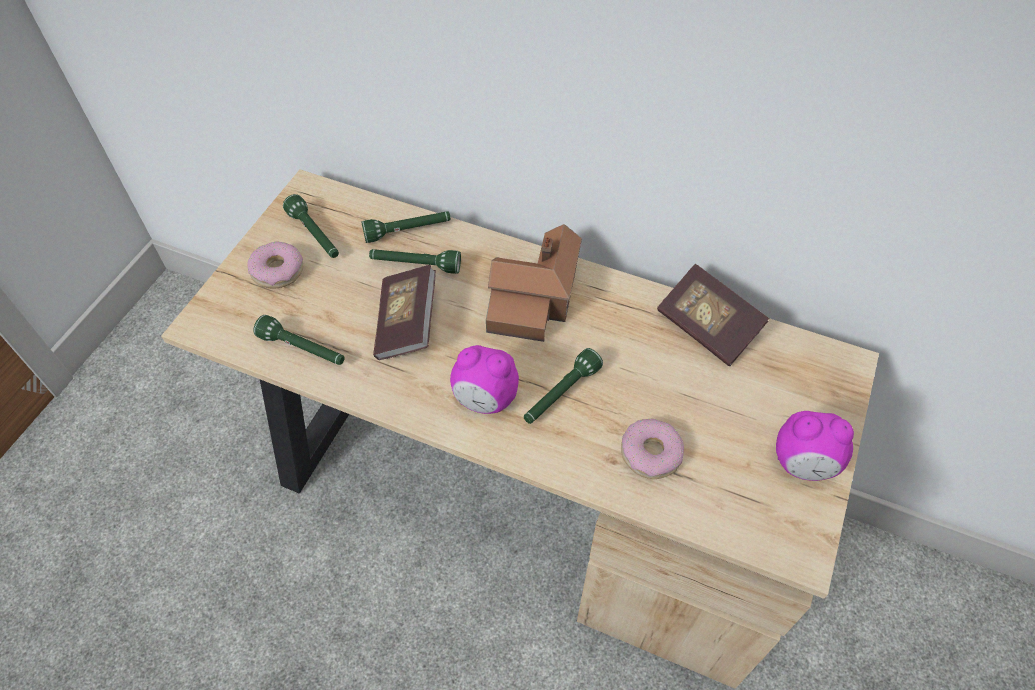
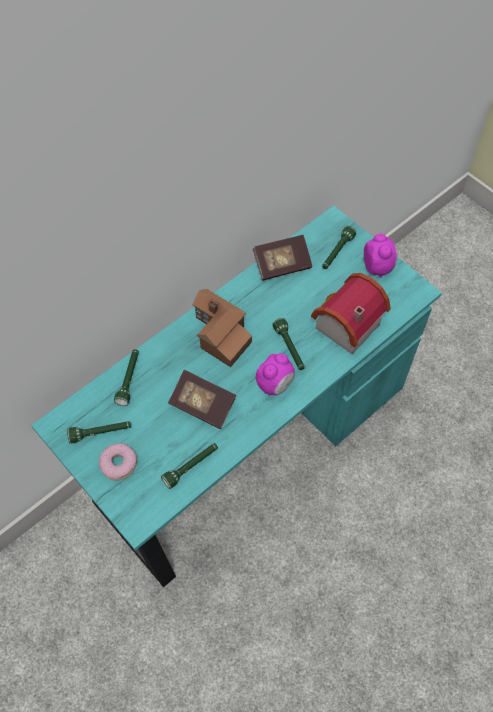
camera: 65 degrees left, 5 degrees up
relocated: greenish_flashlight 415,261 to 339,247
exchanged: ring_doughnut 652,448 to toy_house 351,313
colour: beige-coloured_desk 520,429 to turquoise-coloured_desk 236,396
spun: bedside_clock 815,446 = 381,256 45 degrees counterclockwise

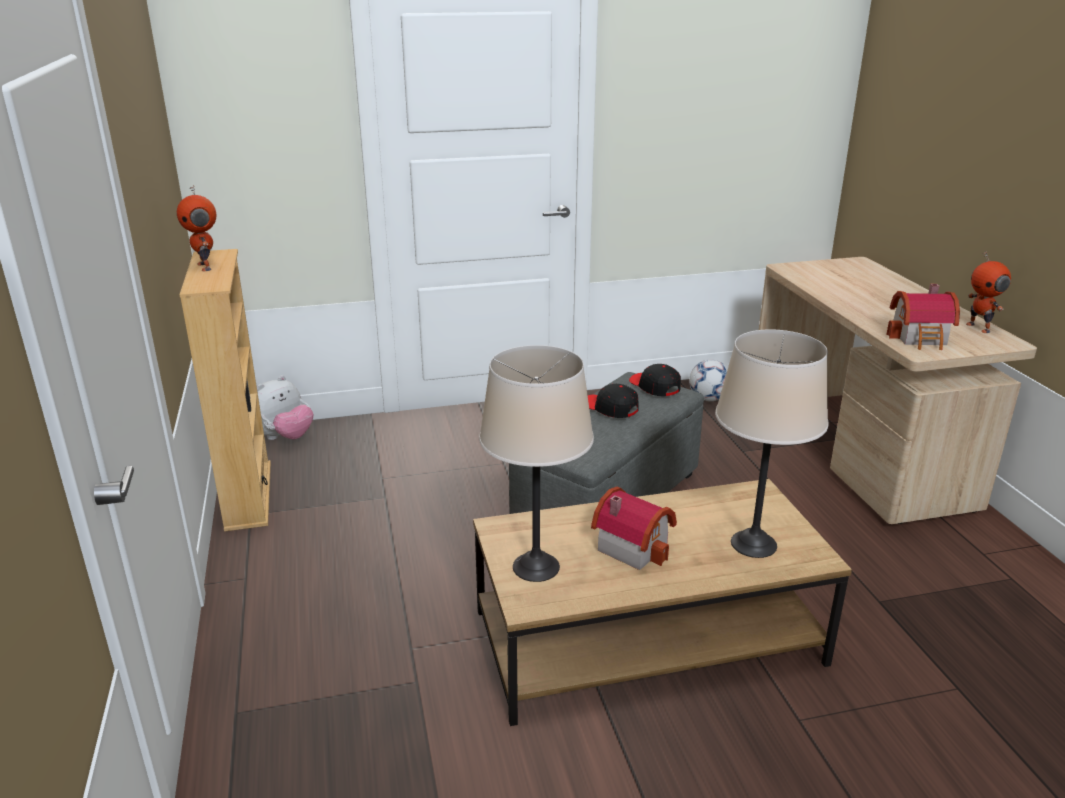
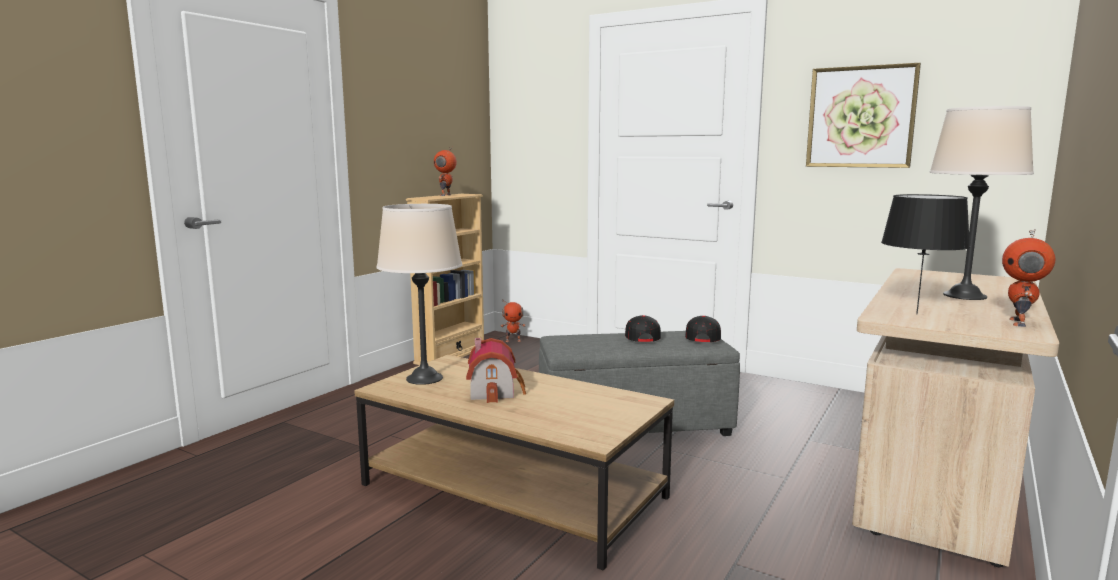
camera: 45 degrees right, 15 degrees down
missing: ball_for_football 708,380
appeared: wall_art 863,115
relocated: beige-coloured_table_lamp 771,443 to 981,203
exchanged: plush_toy 285,407 to toy_robot 513,320; toy_house 923,317 to blackish_table_lamp 925,254

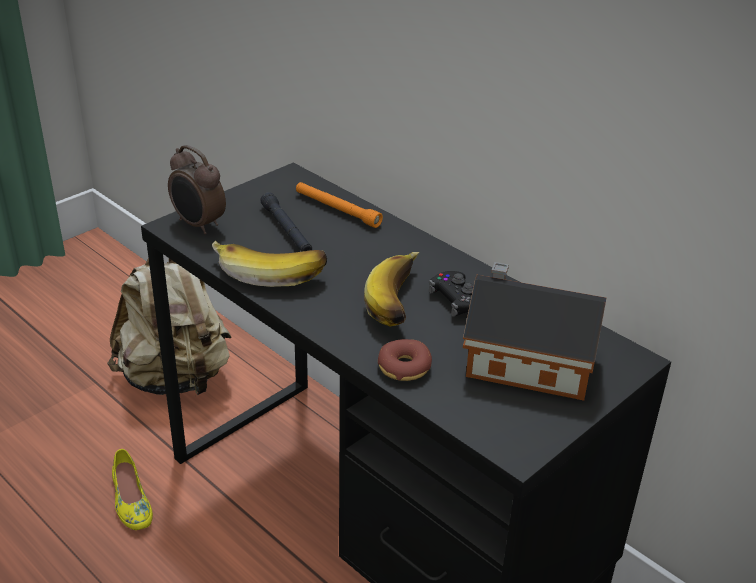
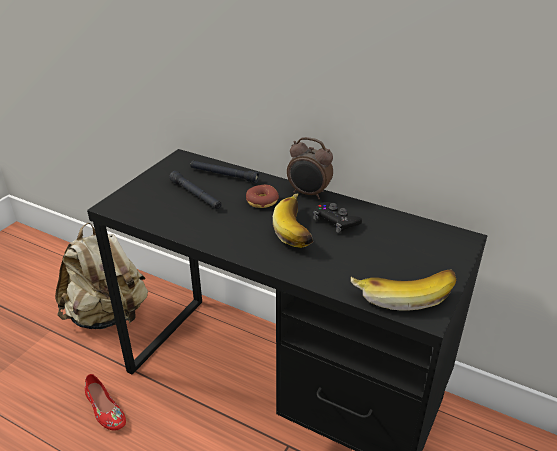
camera: 15 degrees left, 0 degrees up
missing: toy_house 534,331
relocated: bedside_clock 197,189 to 310,168; banana 269,263 to 403,290; ring_doughnut 405,360 to 262,196
colour: yellow_shoe 132,489 to red_shoe 105,402; orange_flashlight 339,205 to blackish_flashlight 224,172

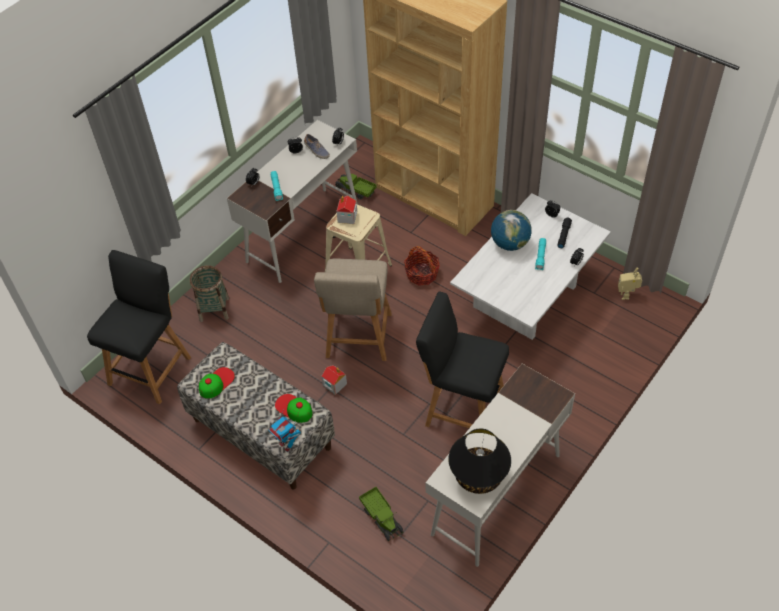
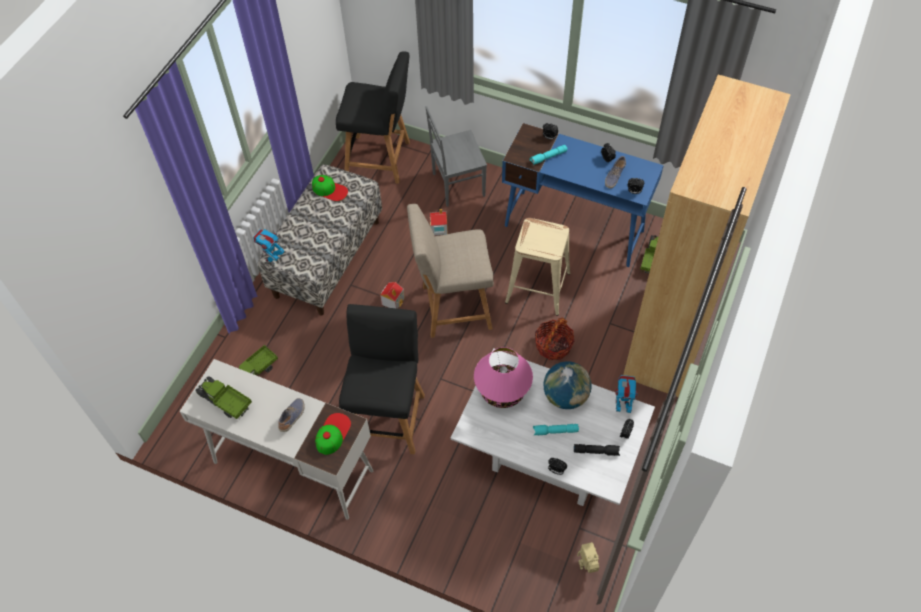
camera: 75 degrees right, 5 degrees up
appeared: shoe 291,415; pink-coloured_table_lamp 503,377; toy_robot 626,394
relocated: baseball_cap 294,408 to 333,434; toy_house 347,209 to 439,222
exchanged: basket 209,293 to grey_upright_chair 456,156; blackish_table_lamp 479,461 to toy_lorry 223,398
colour: whitish_desk 292,201 to blue-coloured_desk 583,195

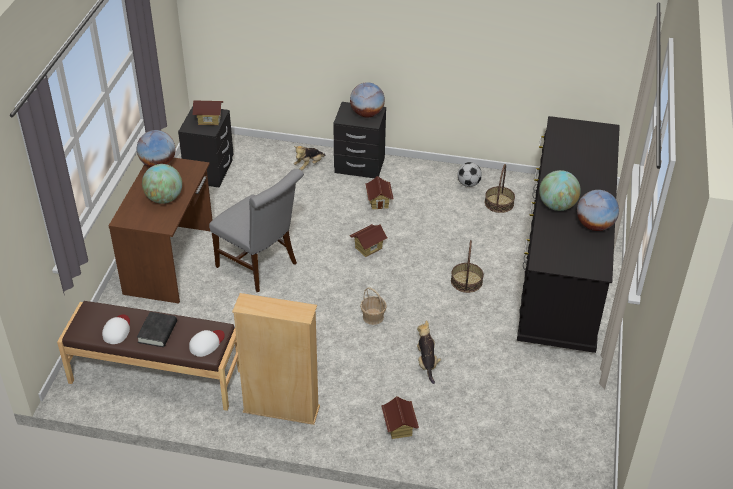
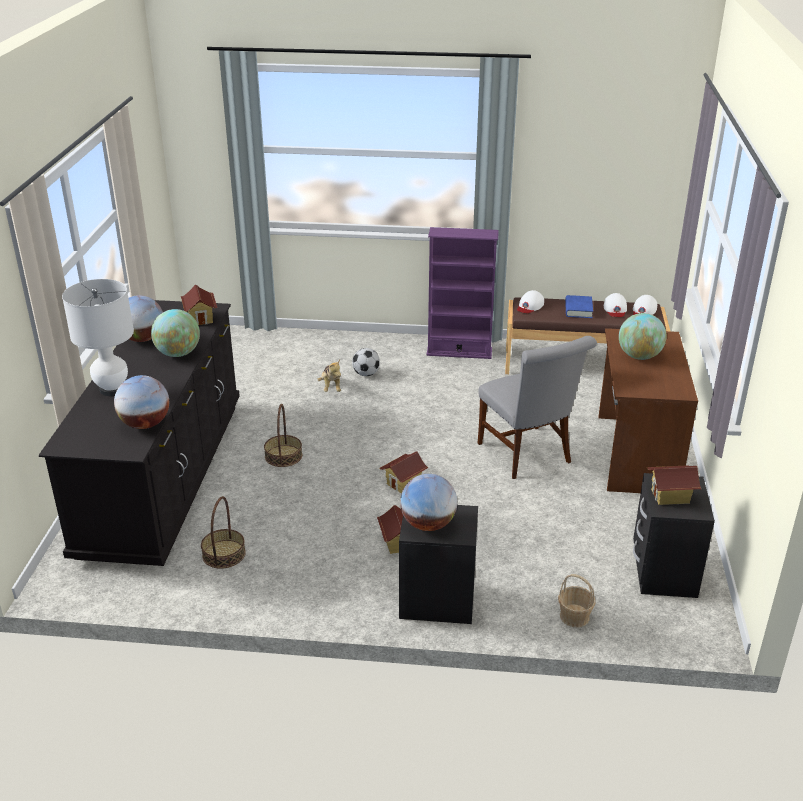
camera: 175 degrees right, 10 degrees down
missing: plush_toy 310,158
appeared: whitish_table_lamp 98,337; whitish_baseball_cap 645,305
relocated: globe 156,148 to 141,402; basket 373,306 to 577,600; toy_house 400,417 to 199,305; ball_for_football 470,174 to 366,362
colour: blackish_bound_book 157,329 to blue-coloured_bound_book 579,306; beige-coloured_bookcase 276,359 to purple_bookcase 463,293
spun: grey_upright_chair 256,230 = 537,407 150 degrees counterclockwise

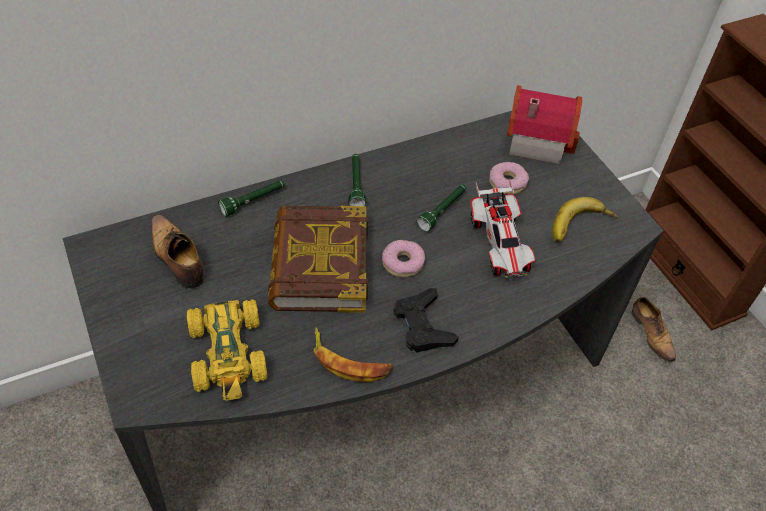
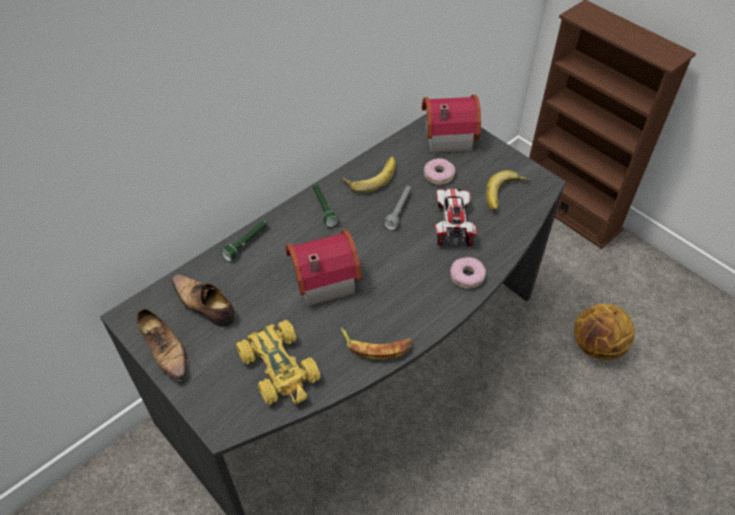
camera: 15 degrees left, 0 degrees up
missing: blackish_gamepad 425,320
appeared: banana 369,174; basketball_ball 604,332
relocated: ring_doughnut 403,258 to 468,273; shoe 654,329 to 161,345
exchanged: bound_book 318,259 to toy_house 324,268
colour: greenish_flashlight 441,208 to grey_flashlight 397,208
spun: miniature_car 503,228 = 456,217 150 degrees counterclockwise

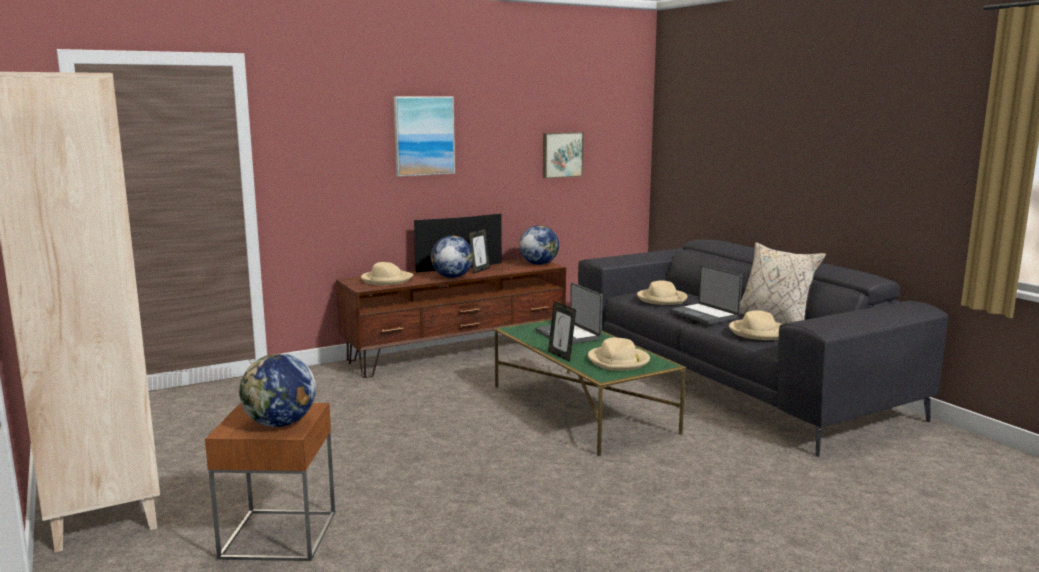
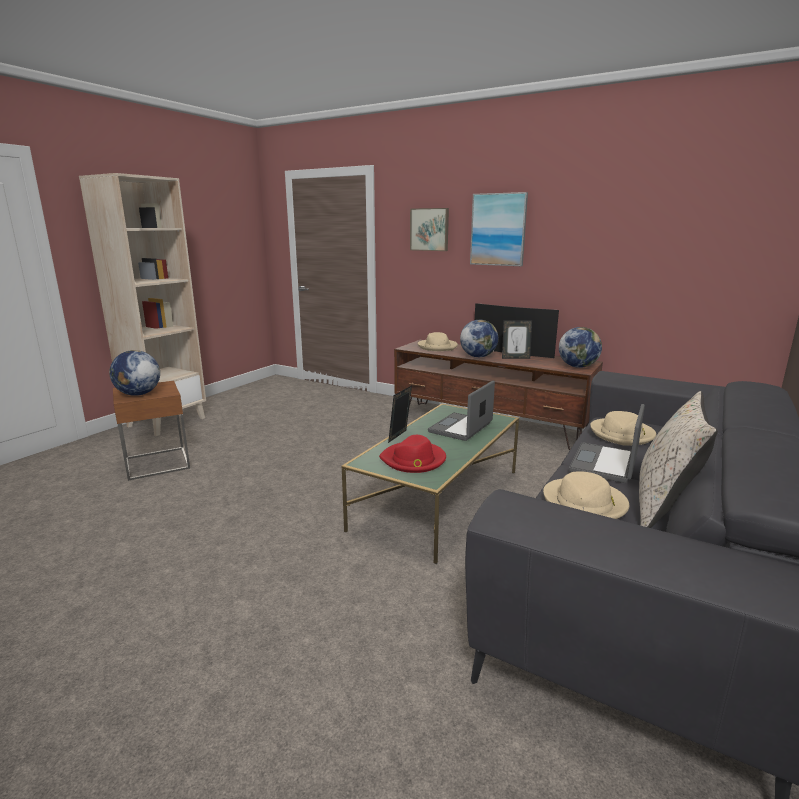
camera: 60 degrees right, 5 degrees up
relocated: wall_art 563,155 to 429,229
colour: beige-coloured_clothing_hat 619,354 to red_clothing_hat 412,454

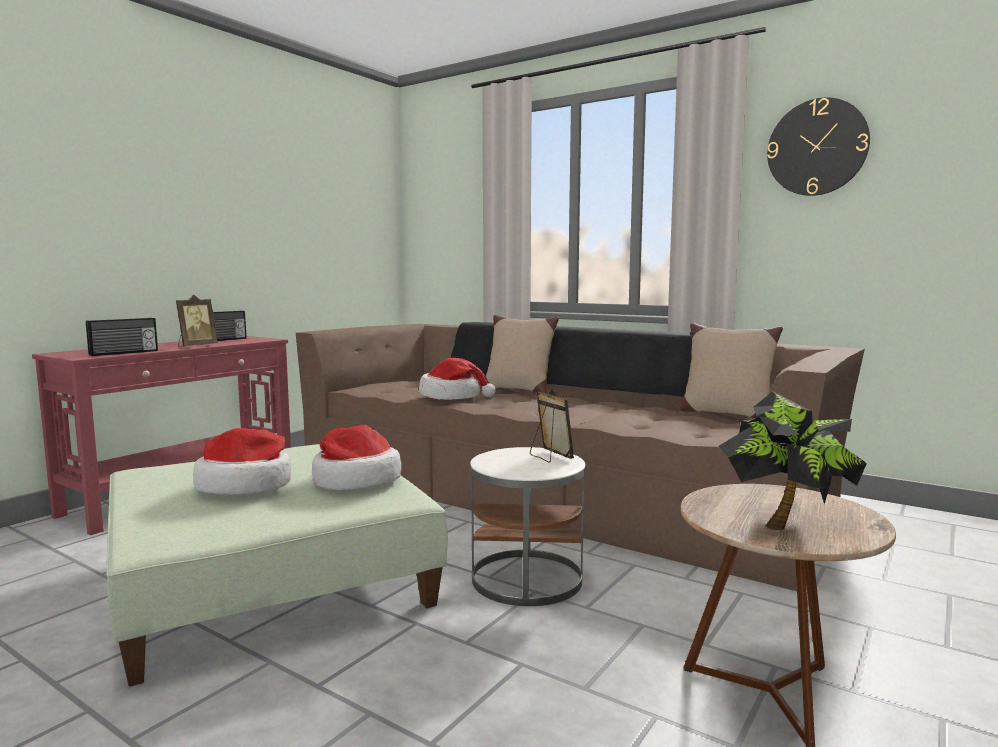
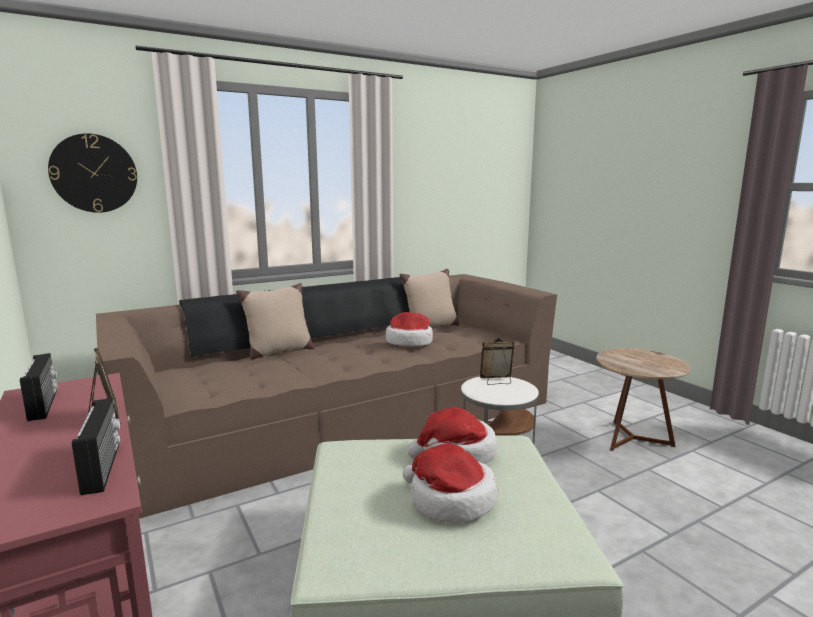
camera: 65 degrees left, 5 degrees up
missing: potted_plant 792,460
relocated: clothing_hat 457,379 to 409,329; hanging_clock 818,147 to 92,173

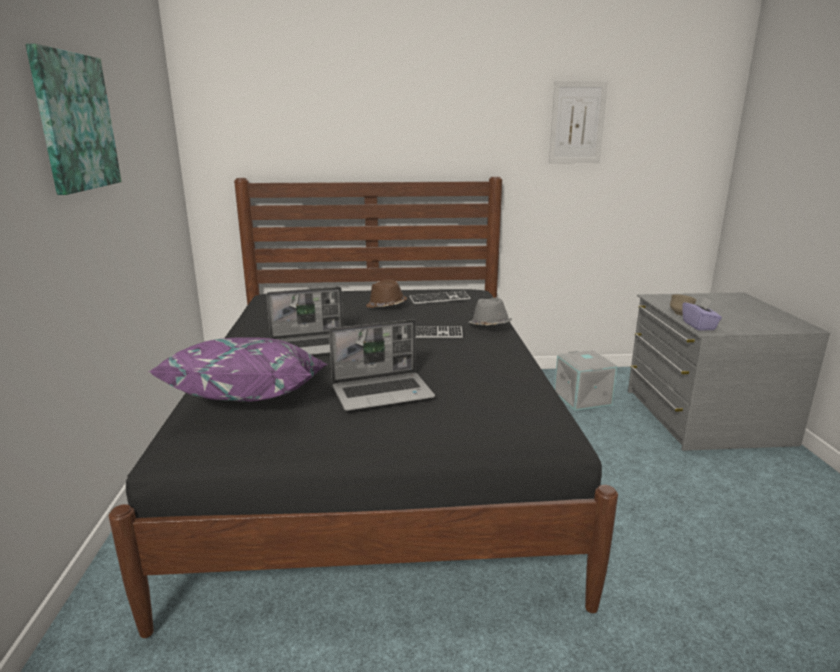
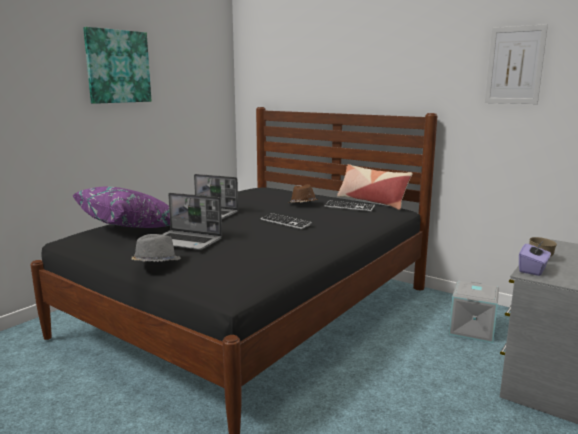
camera: 40 degrees right, 5 degrees down
appeared: pillow 374,187
relocated: grey_clothing_hat 490,311 to 156,248

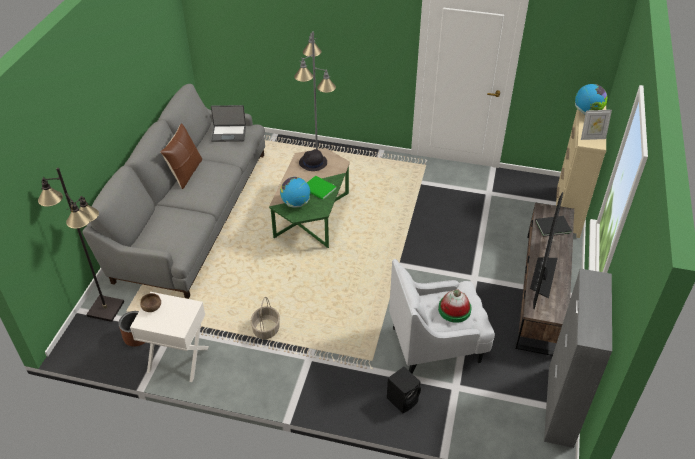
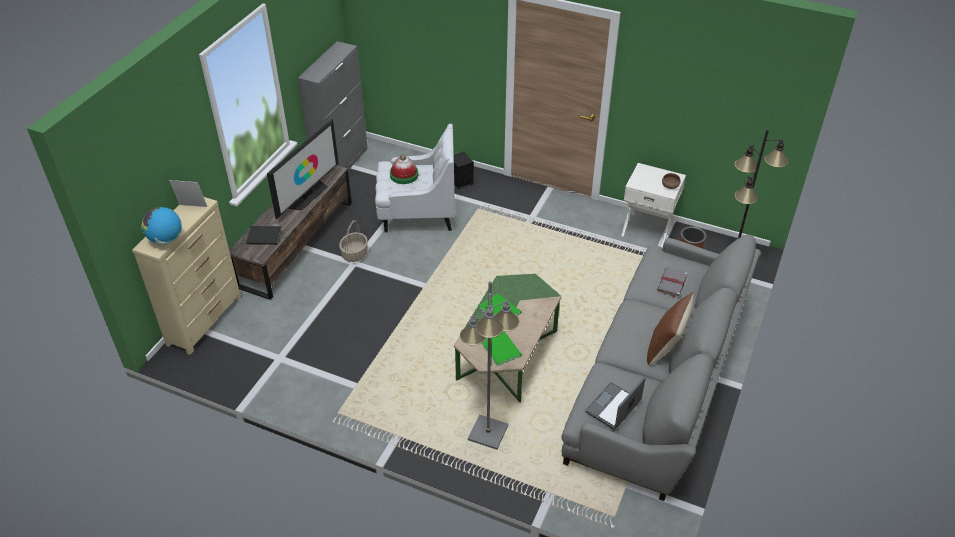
camera: 170 degrees left, 0 degrees up
missing: globe 295,192
appeared: grey_bound_book 672,282
relocated: basket 265,318 to 353,241
exchanged: blackish_clothing_hat 313,160 to greenish_bound_book 501,348
spun: laptop 228,123 = 615,403 60 degrees counterclockwise

